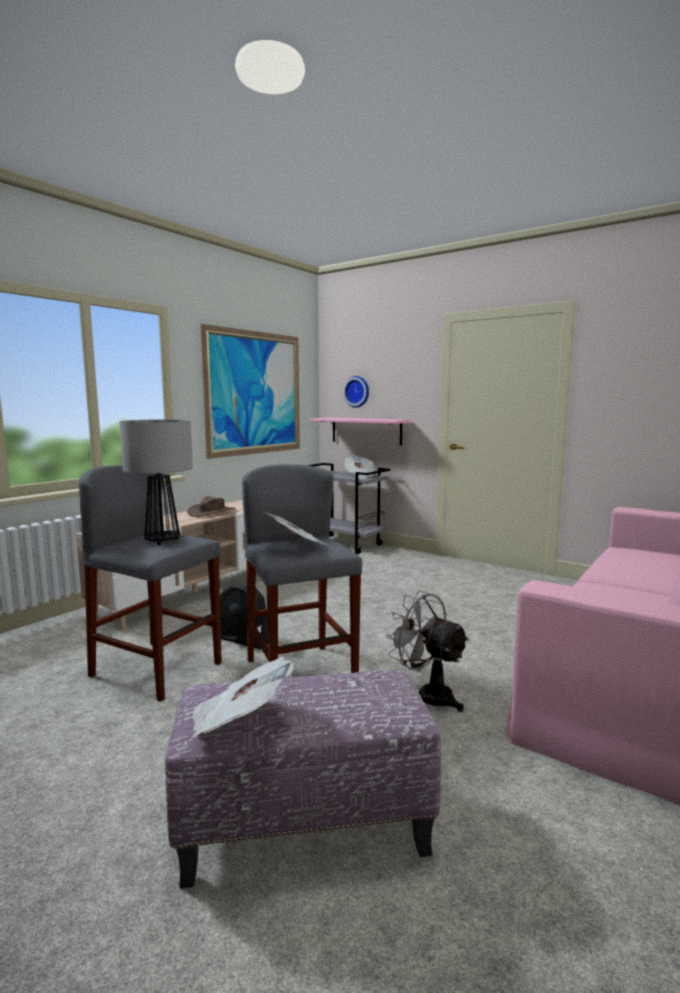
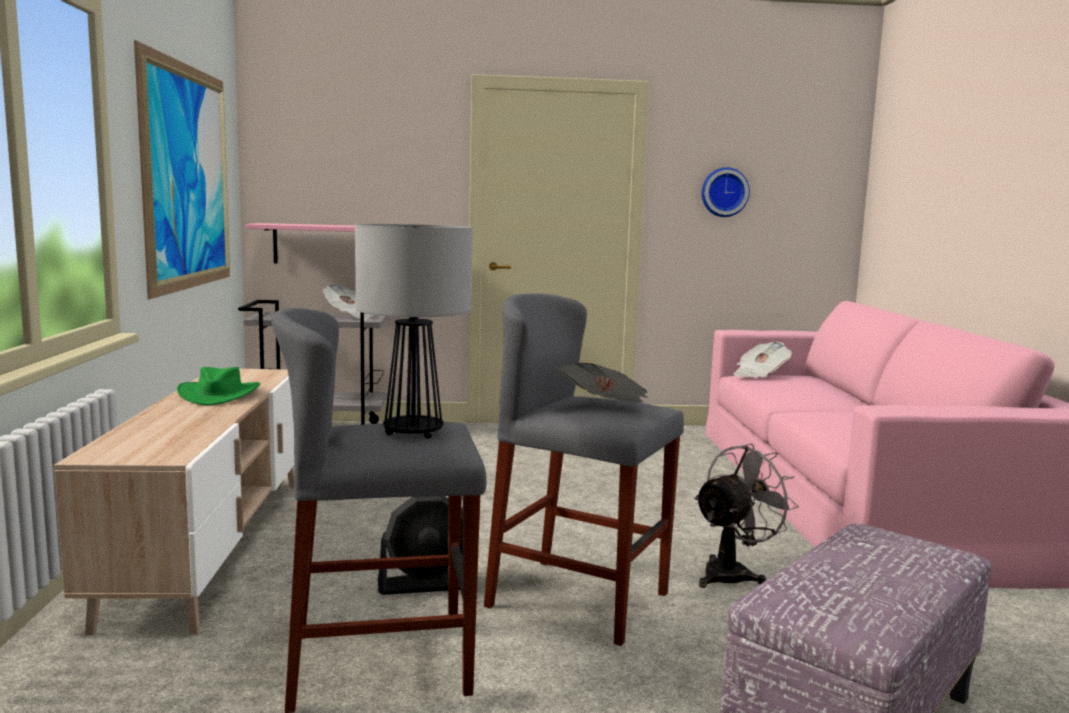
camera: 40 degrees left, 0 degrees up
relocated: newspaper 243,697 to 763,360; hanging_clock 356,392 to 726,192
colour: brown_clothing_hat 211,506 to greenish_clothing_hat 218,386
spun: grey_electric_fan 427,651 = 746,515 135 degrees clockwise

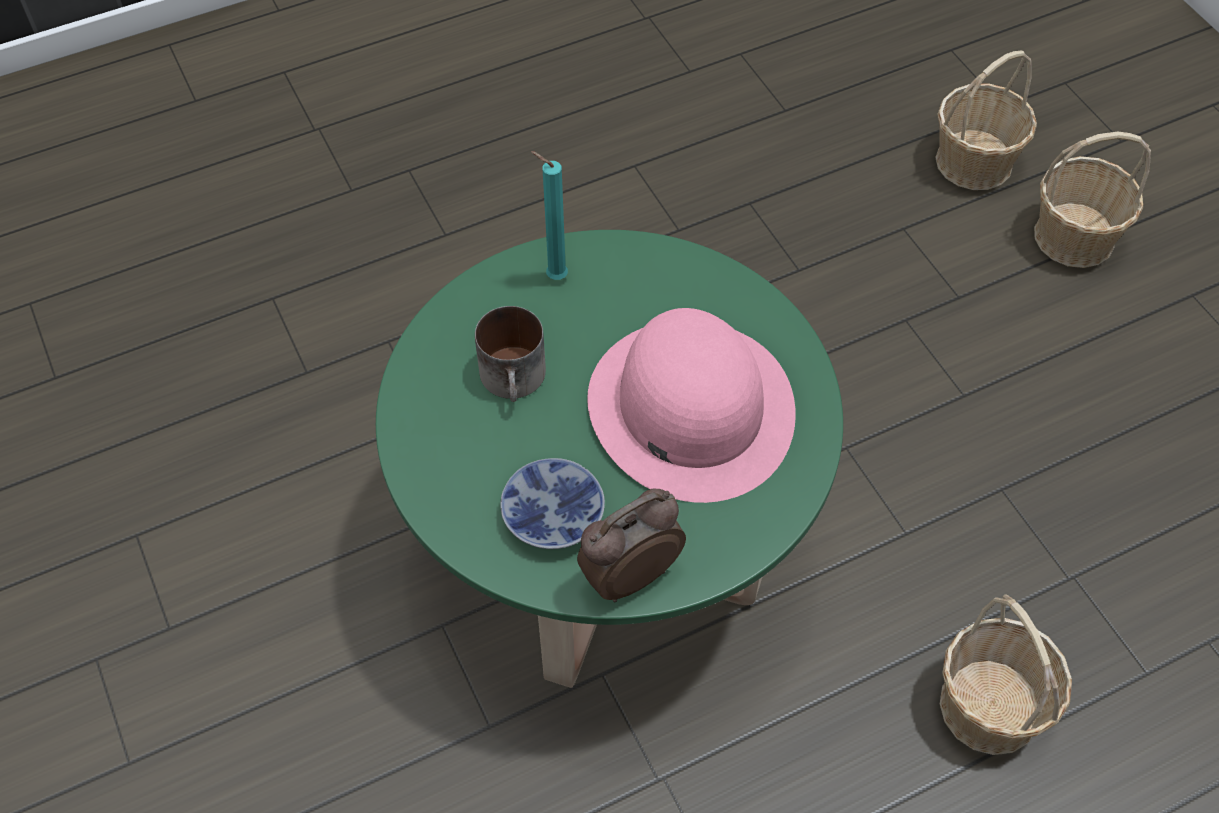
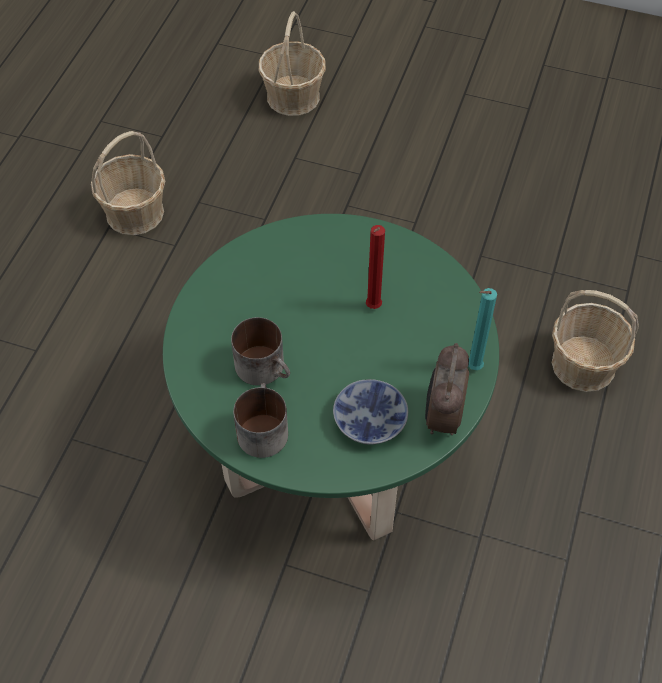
camera: 45 degrees left, 0 degrees up
appeared: coffee_mug 260,420
relocated: turquoise-coloured_wax_light 549,215 to 482,329; basket 1092,200 to 128,183
exchanged: pink-coloured_clothing_hat 691,405 to red_wax_light 375,267

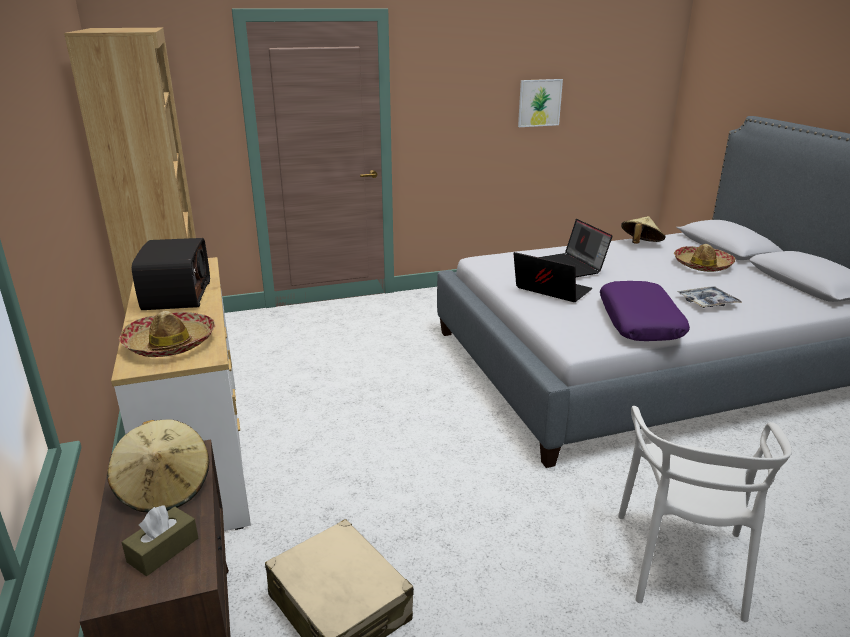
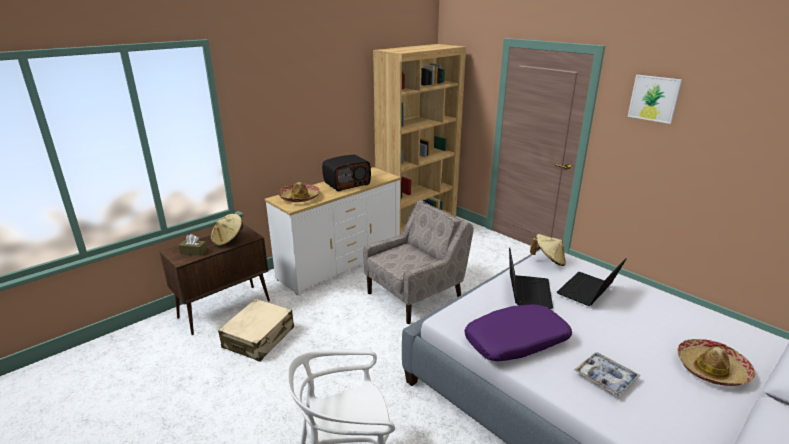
camera: 65 degrees right, 0 degrees up
appeared: beige-coloured_armchair 419,262
relocated: wall_art 540,103 to 655,99; beige-coloured_clothing_hat 643,230 to 548,250

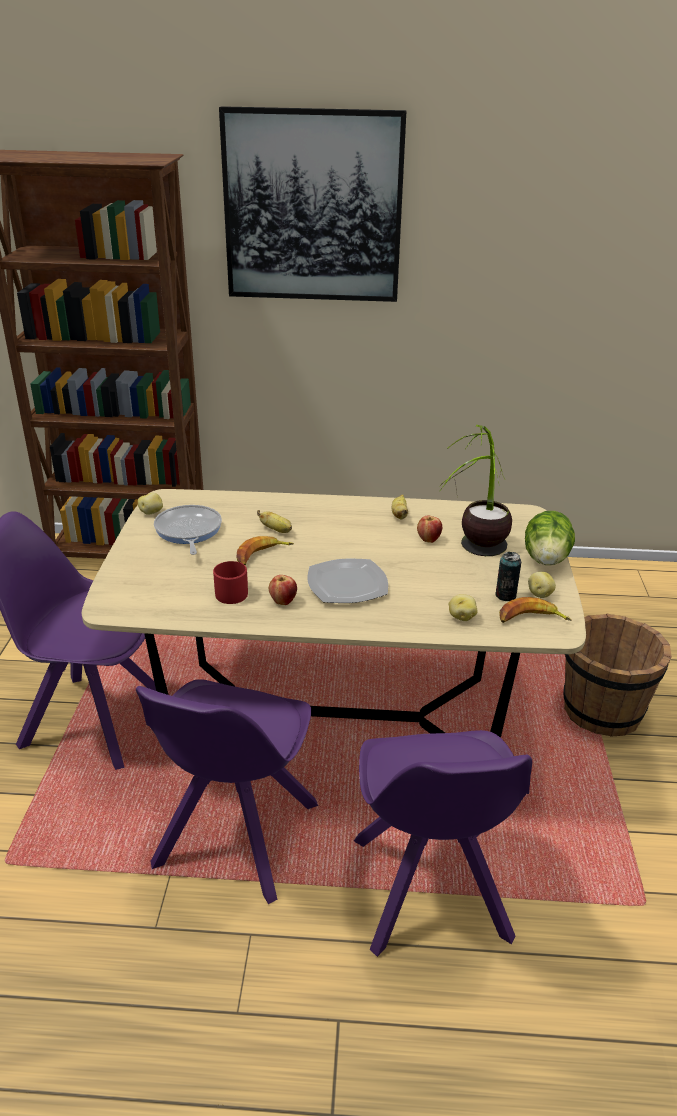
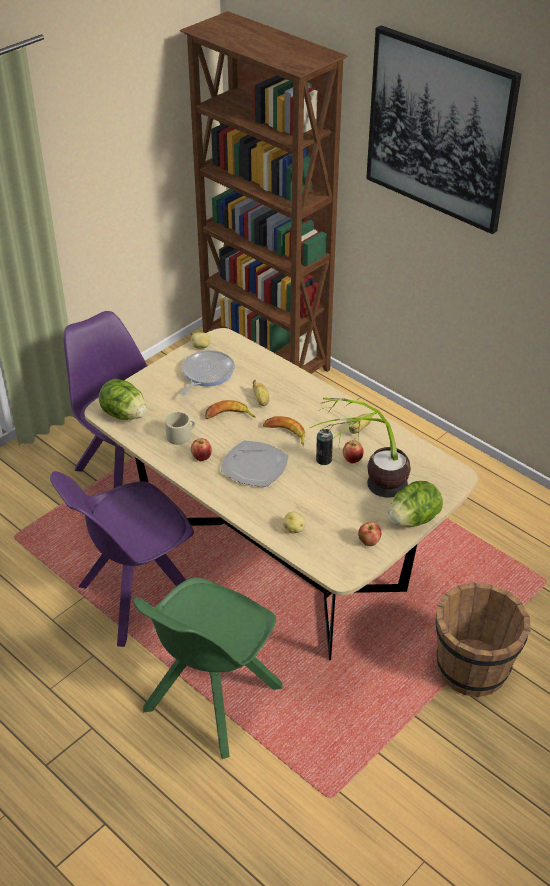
camera: 40 degrees right, 10 degrees up
appeared: lettuce 123,399
relocated: metal_can 508,576 to 324,447; banana 535,610 to 284,431
exchanged: spud 542,585 to apple 369,534
colour: red_coffee_mug 230,582 to beige-coloured_coffee_mug 180,428; purple_upright_chair 443,843 to greenish_upright_chair 207,668

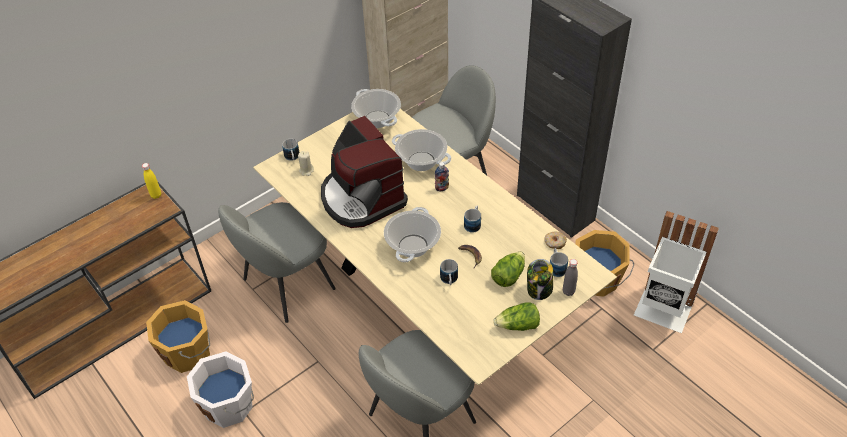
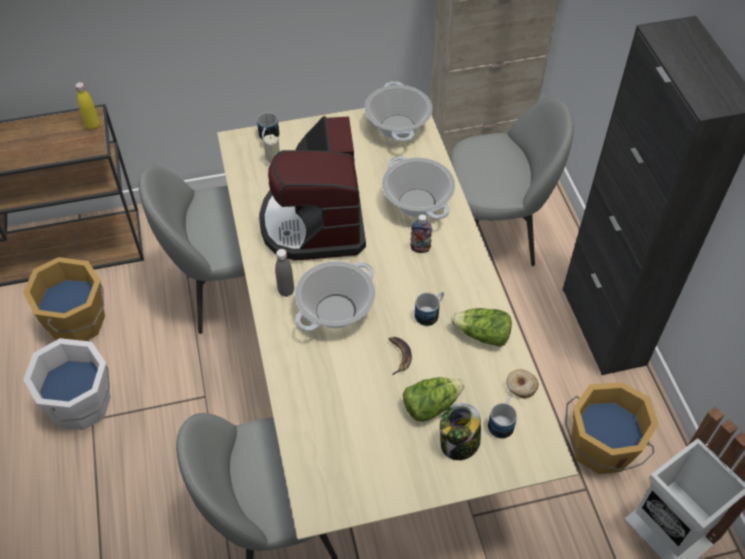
camera: 25 degrees right, 5 degrees up
missing: coffee_mug 449,272
relocated: lettuce 516,316 to 481,327; grey_drink_bottle 570,277 to 284,273

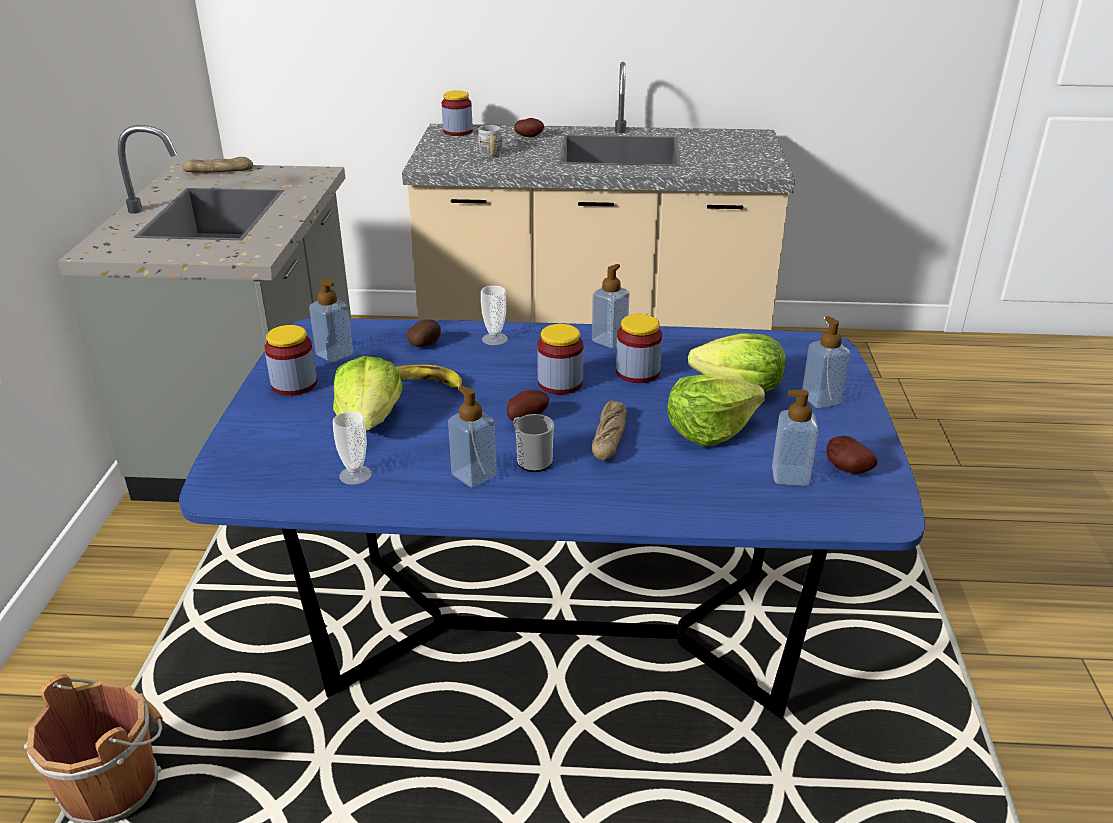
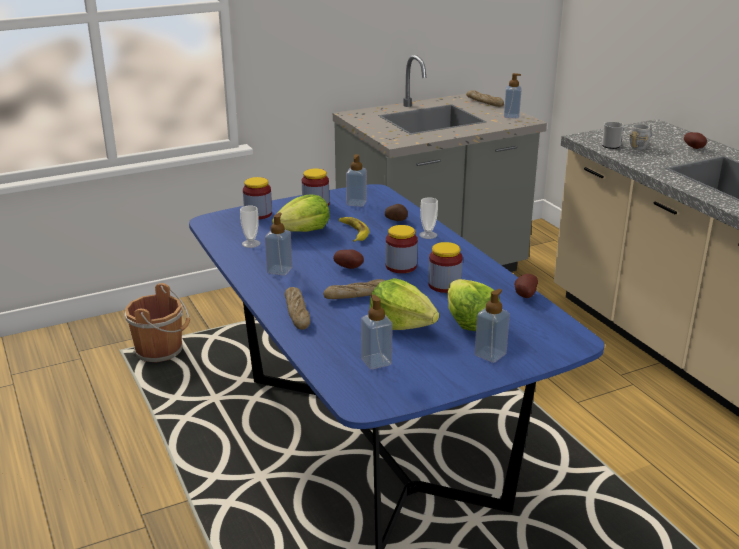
camera: 60 degrees right, 5 degrees down
appeared: bread 297,308
relocated: preserve_jar 457,113 to 257,198; coffee_mug 533,443 to 613,135; liquid_soap_bottle 611,306 to 512,95; spud 852,455 to 526,286

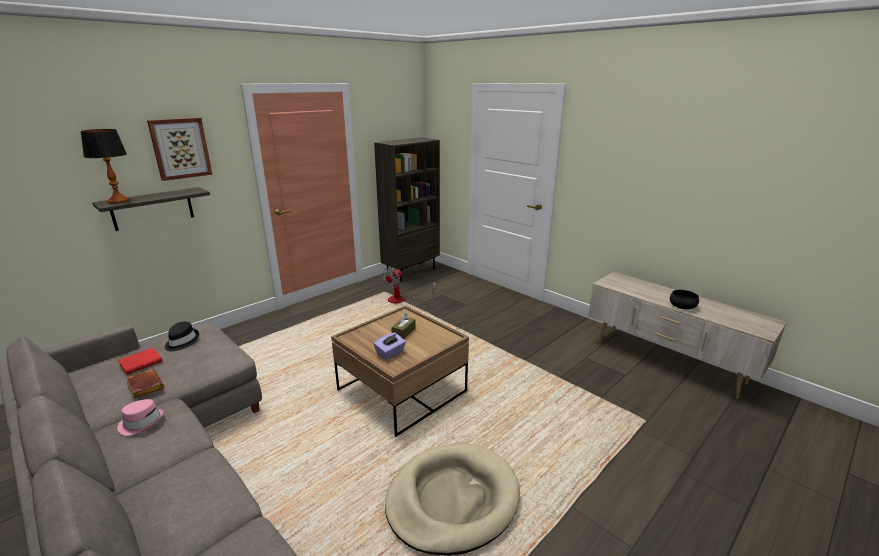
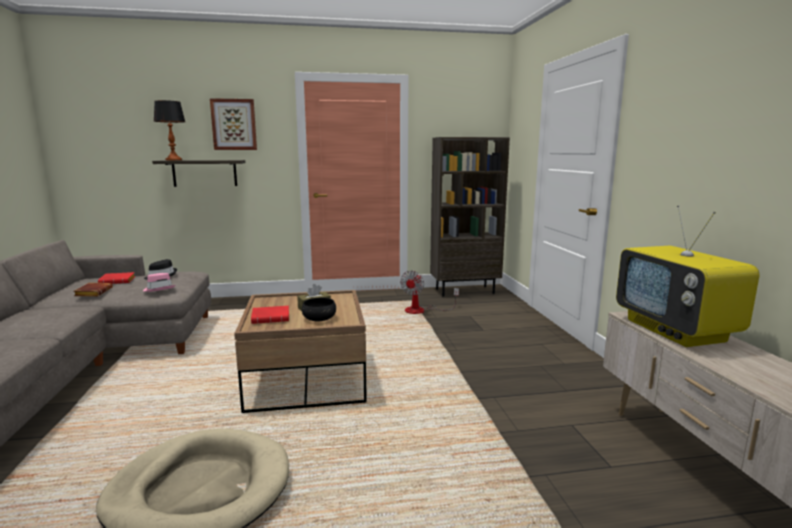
camera: 35 degrees right, 10 degrees down
appeared: television 688,276
relocated: pink-coloured_clothing_hat 140,417 to 159,282; blackish_serving_bowl 684,299 to 319,309
exchanged: purple_box_of_tissues 390,346 to red_bound_book 270,315
spun: electric_fan 409,285 = 429,292 45 degrees counterclockwise

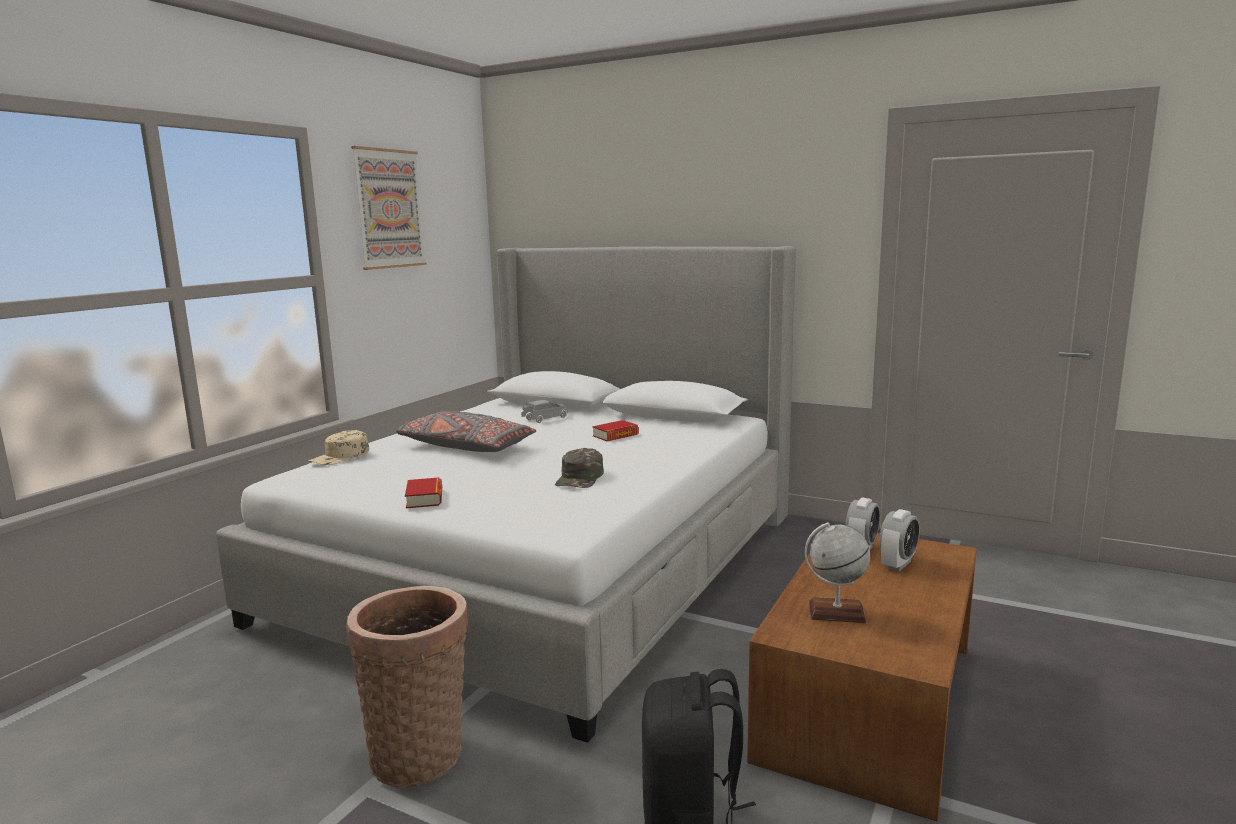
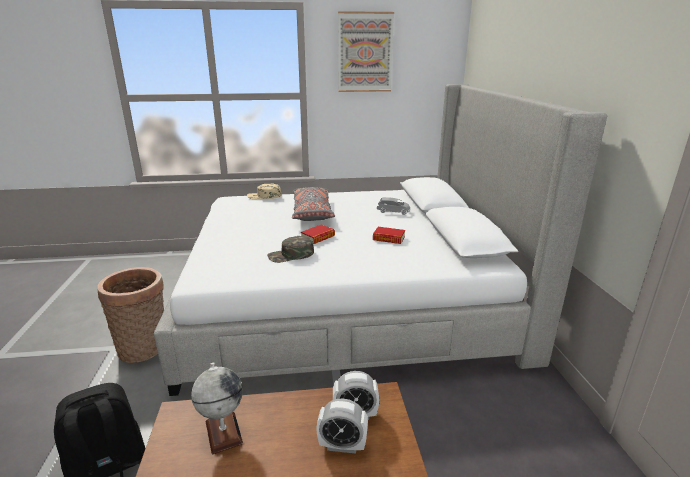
camera: 55 degrees right, 10 degrees up
relocated: bound_book 423,492 to 318,234

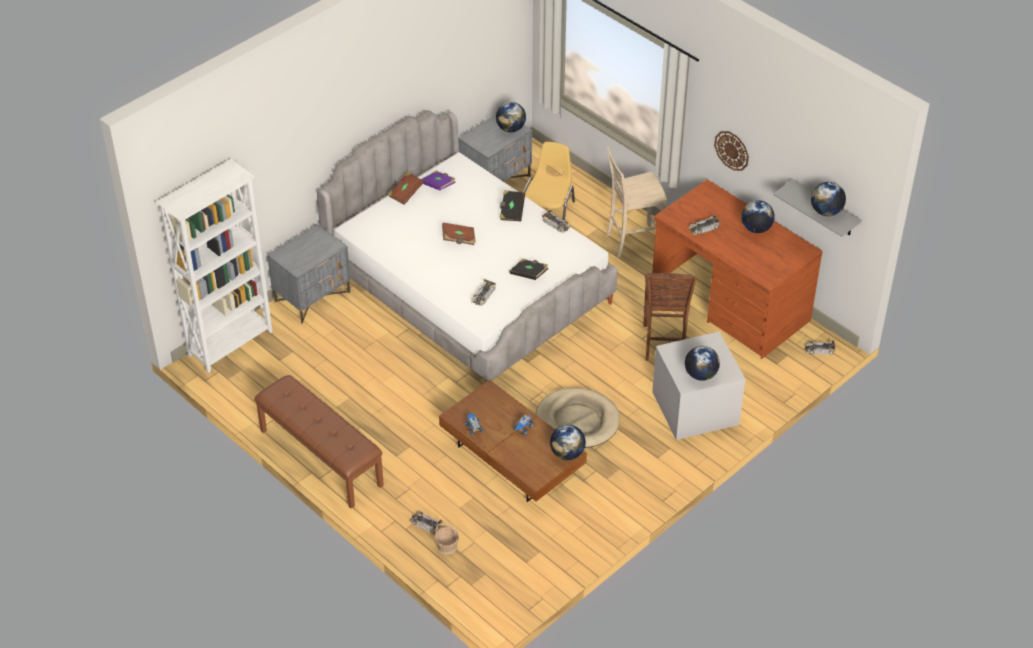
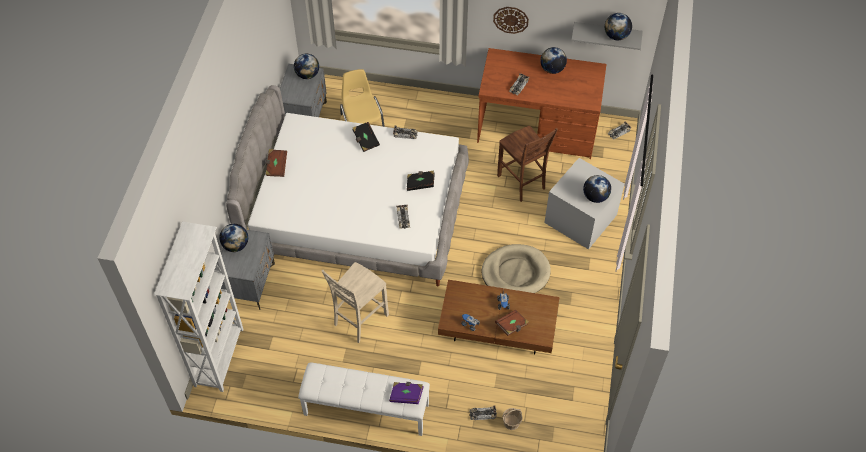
camera: 35 degrees left, 10 degrees up
relocated: purple_bound_book 438,181 to 406,393; brown_bound_book 459,234 to 512,323; globe 568,442 to 233,238; beige-coloured_upright_chair 637,202 to 355,302
colour: brown_long_seat 319,442 to whitish_long_seat 364,399

